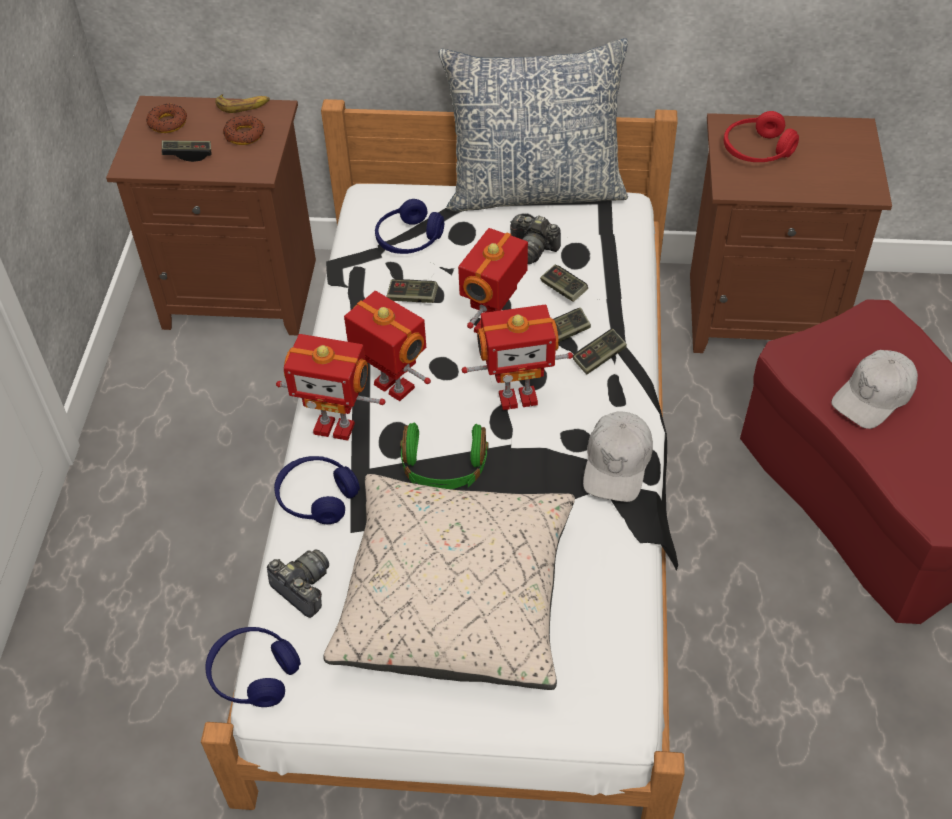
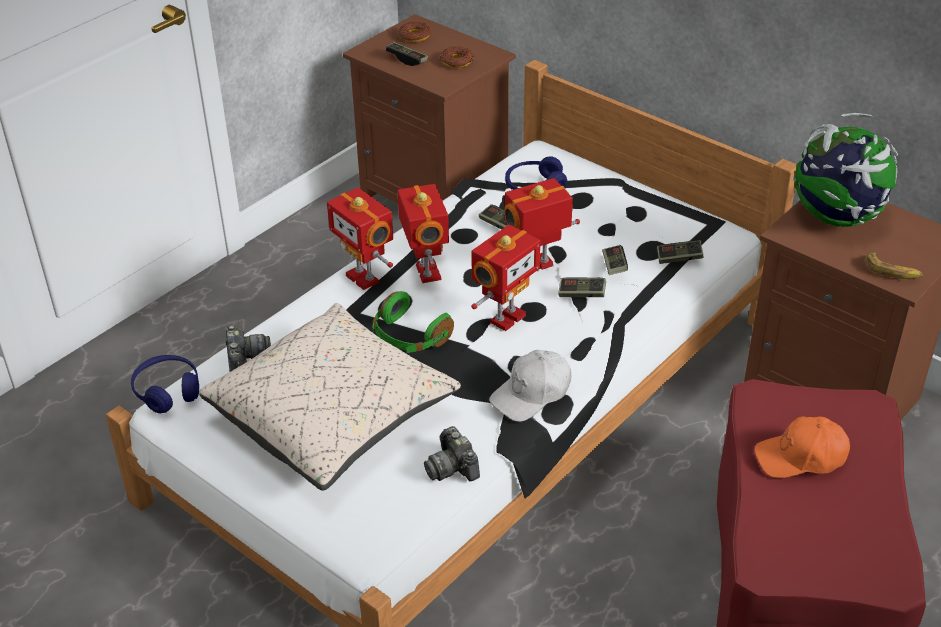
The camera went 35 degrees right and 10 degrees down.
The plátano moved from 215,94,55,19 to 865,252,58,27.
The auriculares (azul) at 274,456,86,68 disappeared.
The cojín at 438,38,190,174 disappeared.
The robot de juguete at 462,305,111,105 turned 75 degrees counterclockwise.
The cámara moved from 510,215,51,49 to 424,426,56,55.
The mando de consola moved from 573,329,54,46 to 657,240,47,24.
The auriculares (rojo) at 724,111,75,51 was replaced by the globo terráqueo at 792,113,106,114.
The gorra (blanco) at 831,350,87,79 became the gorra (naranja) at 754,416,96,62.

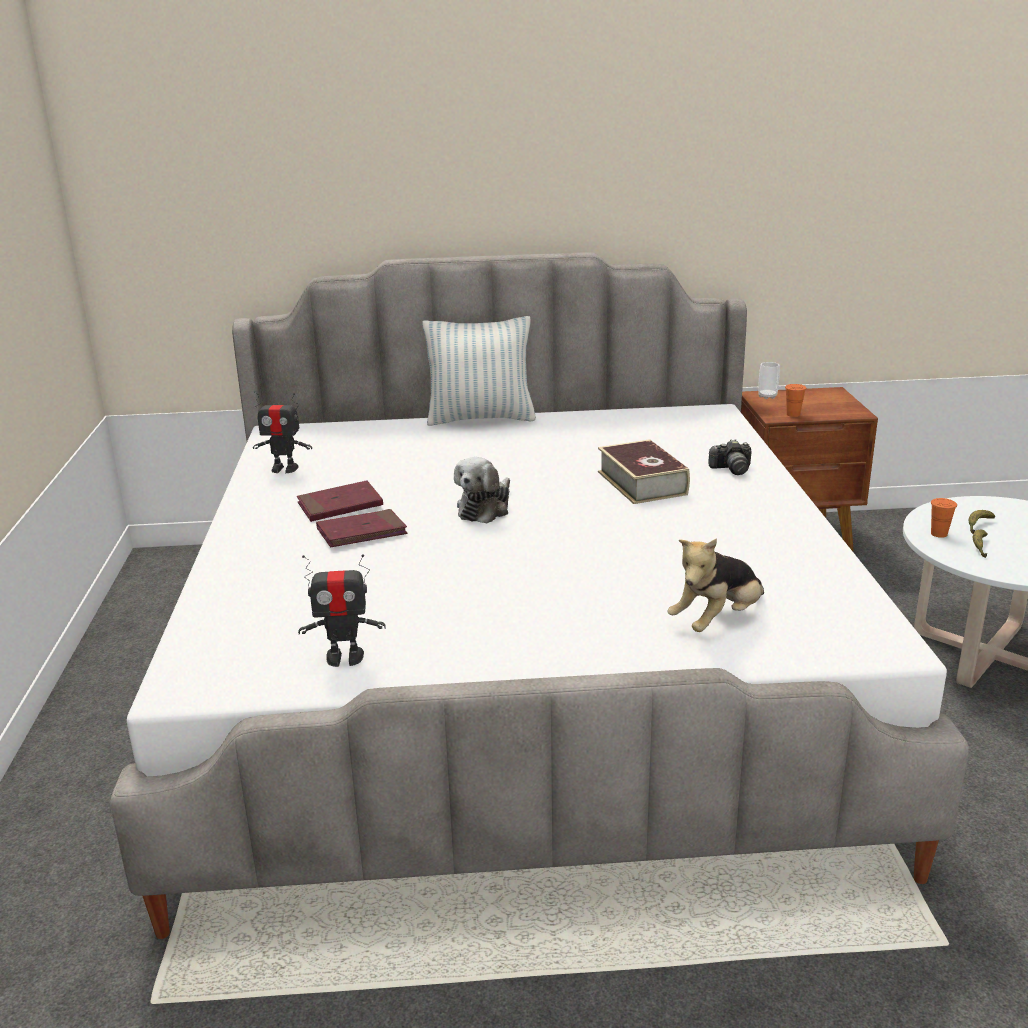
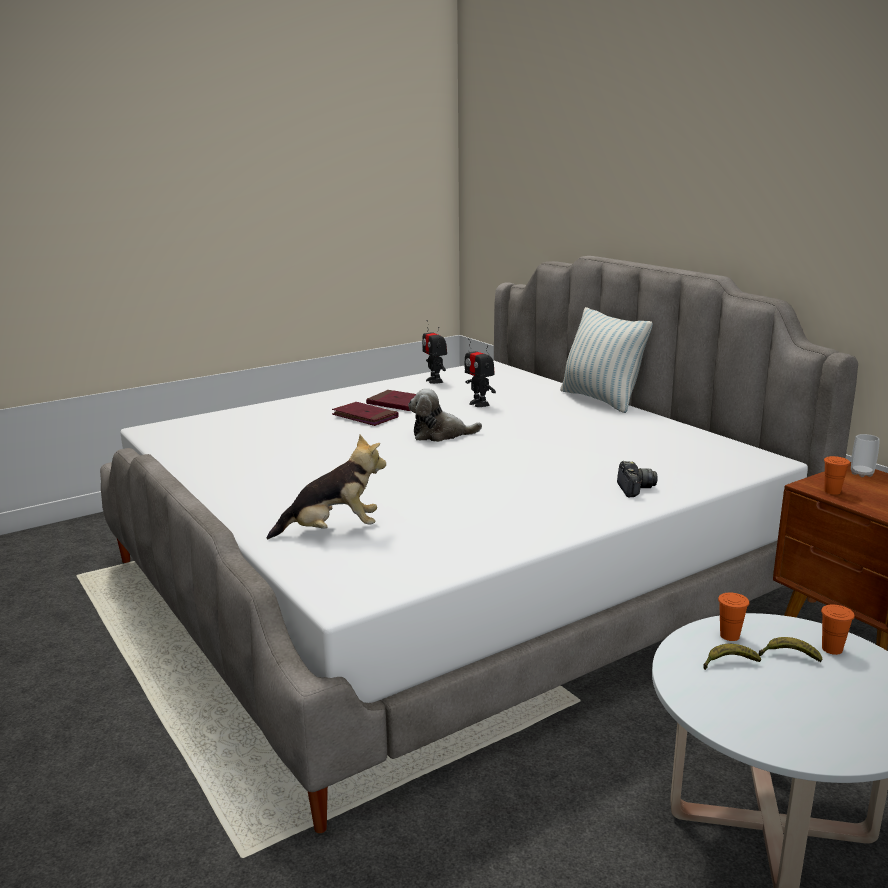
The camera went 60 degrees right and 5 degrees down.
The robot de juguete moved from 298,554,88,113 to 465,338,31,69.
The libro at 598,439,92,65 disappeared.
The peluche at 667,538,97,94 turned 150 degrees clockwise.
The cámara at 708,439,43,36 turned 150 degrees counterclockwise.
The taza (naranja) at 821,605,34,50 appeared.

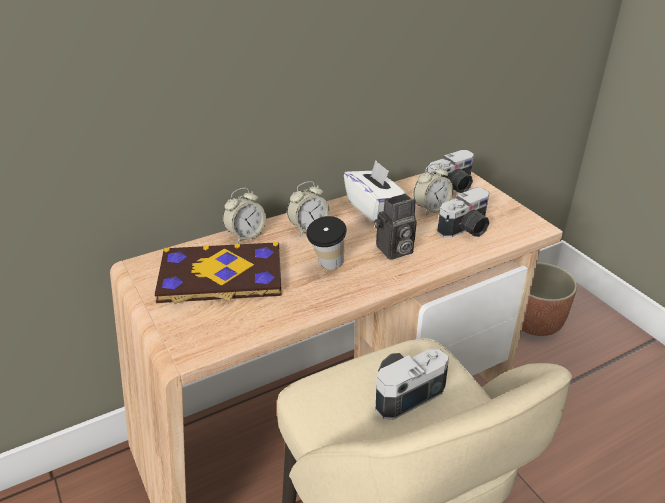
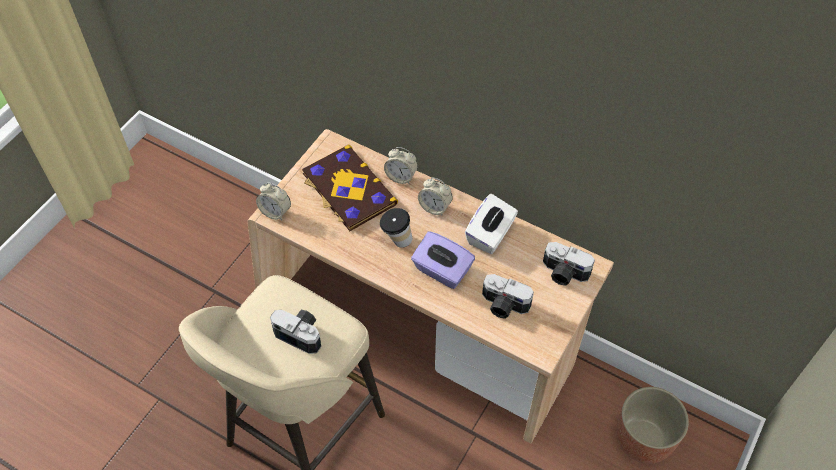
The camera went 60 degrees right and 20 degrees up.
The cámara at 374,194,43,66 was replaced by the caja de pañuelos (morado) at 411,231,64,58.
The despertador moved from 413,163,40,52 to 256,182,35,38.

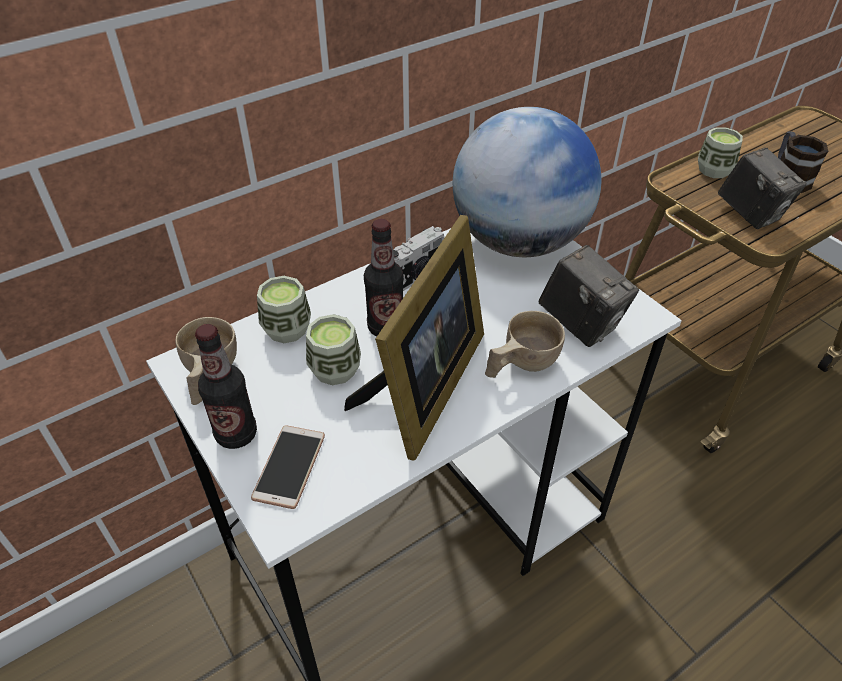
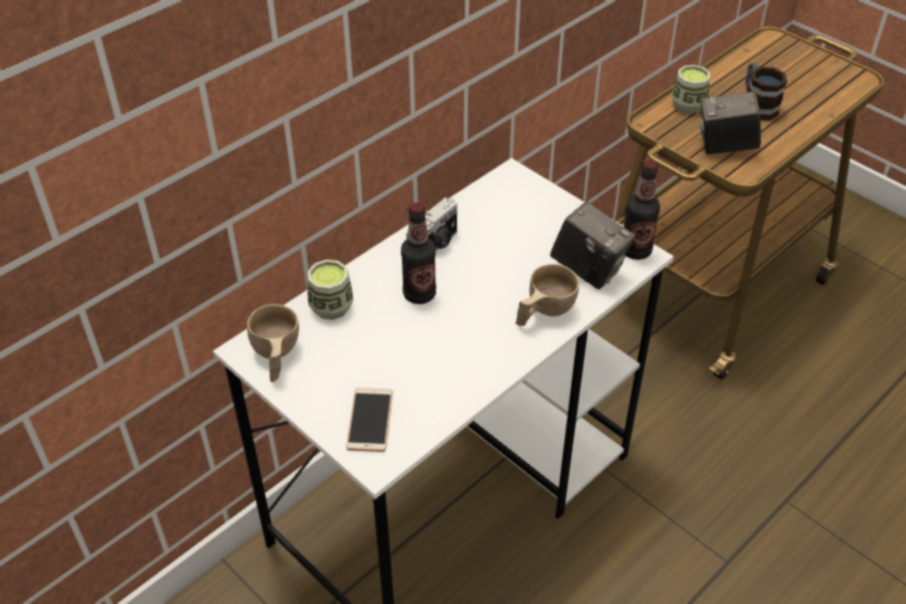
The camera went 10 degrees left and 0 degrees up.
The botella moved from 195,324,62,125 to 624,160,36,100.
The taza at 306,314,55,71 disappeared.
The portarretratos at 344,215,140,246 disappeared.
The globo terráqueo at 453,107,148,150 disappeared.
The cámara at 718,148,89,81 turned 135 degrees clockwise.

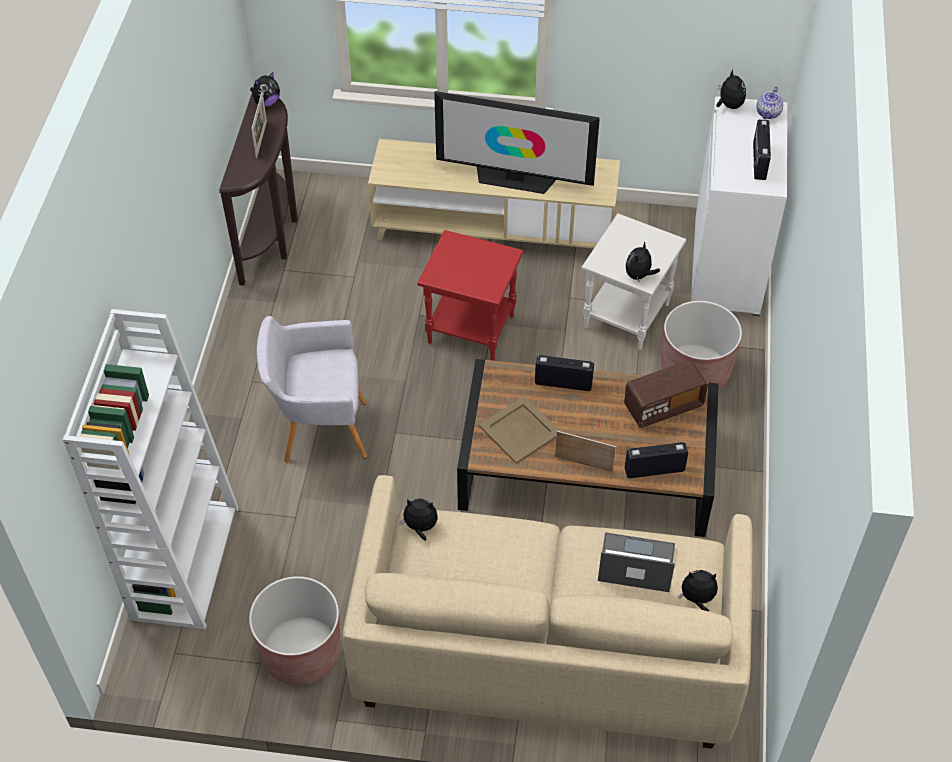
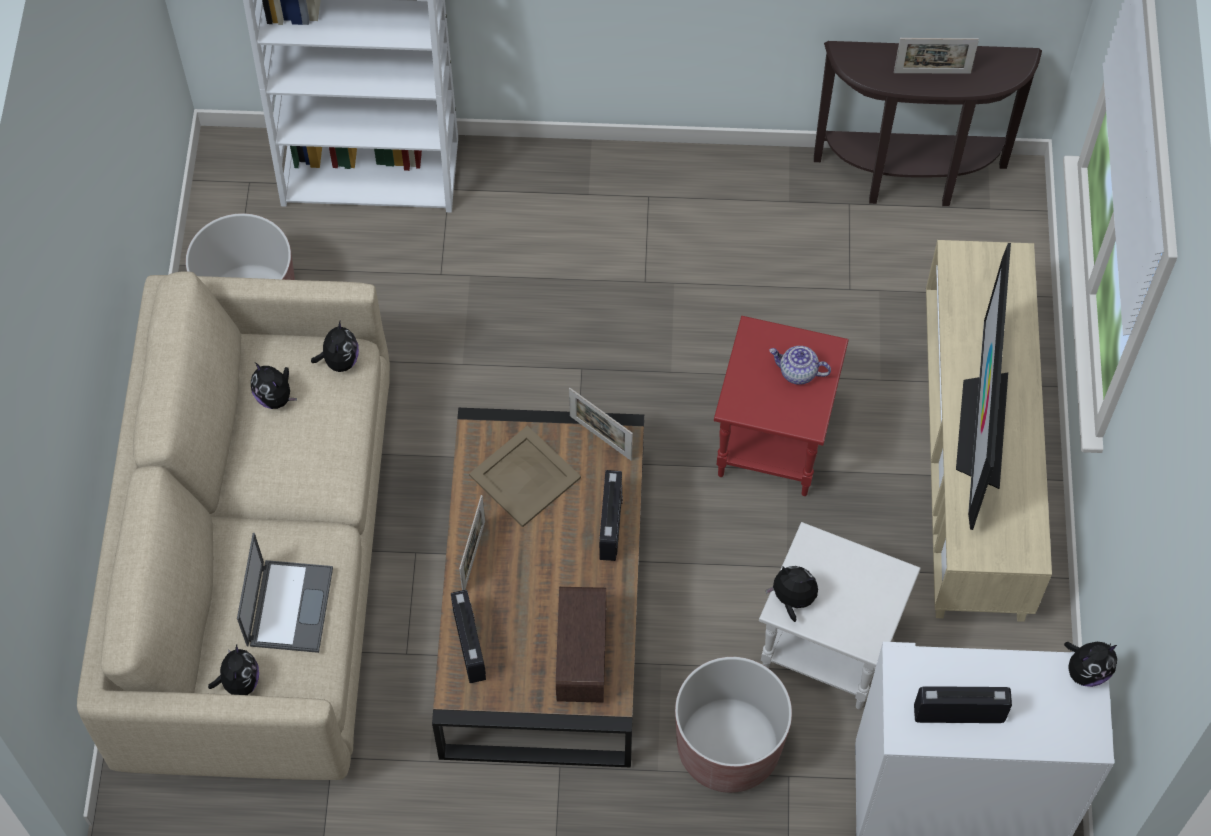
The camera went 85 degrees right and 10 degrees up.
The peluche moved from 250,72,30,35 to 251,362,46,47.
The sillón (gris) at 257,316,110,146 disappeared.
The radio at 624,360,84,68 turned 150 degrees counterclockwise.
The tetera moved from 756,86,27,33 to 769,346,62,39.
The portarretratos at 569,388,64,73 appeared.

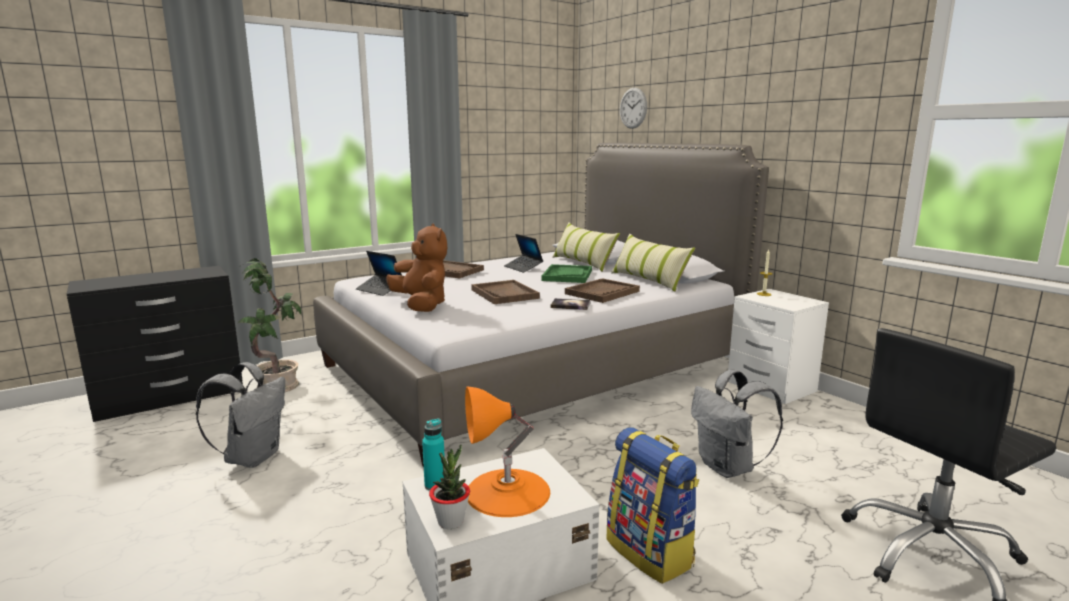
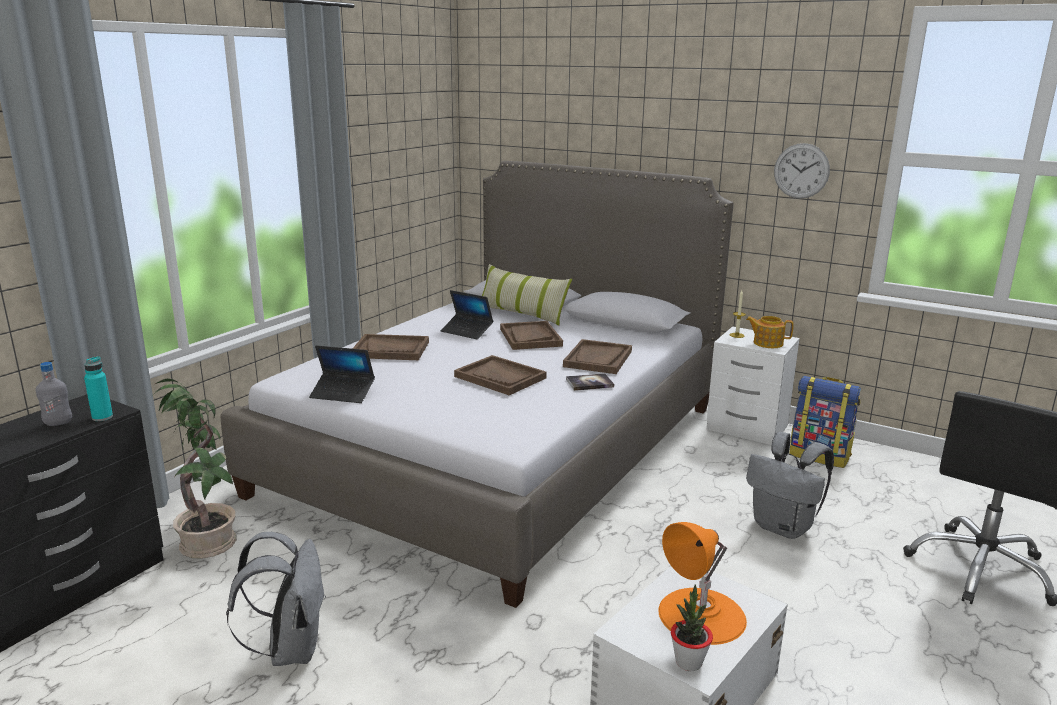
The camera went 25 degrees left and 5 degrees up.
The peluche (marrón) at 386,223,61,89 disappeared.
The botella (turquesa) moved from 422,419,23,72 to 84,356,29,65.
The bandeja (verde) at 542,264,50,19 became the bandeja (marrón) at 500,321,63,29.
The mochila moved from 606,427,93,157 to 789,376,72,92.
The cojín at 611,234,84,58 disappeared.
The reloj de pared moved from 620,88,27,41 to 774,143,56,56.
The botella (gris) at 35,362,37,64 appeared.
The tetera at 746,316,48,32 appeared.

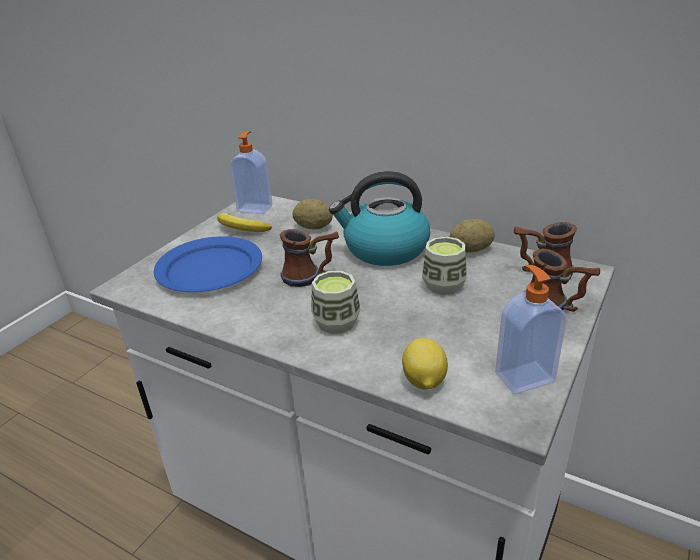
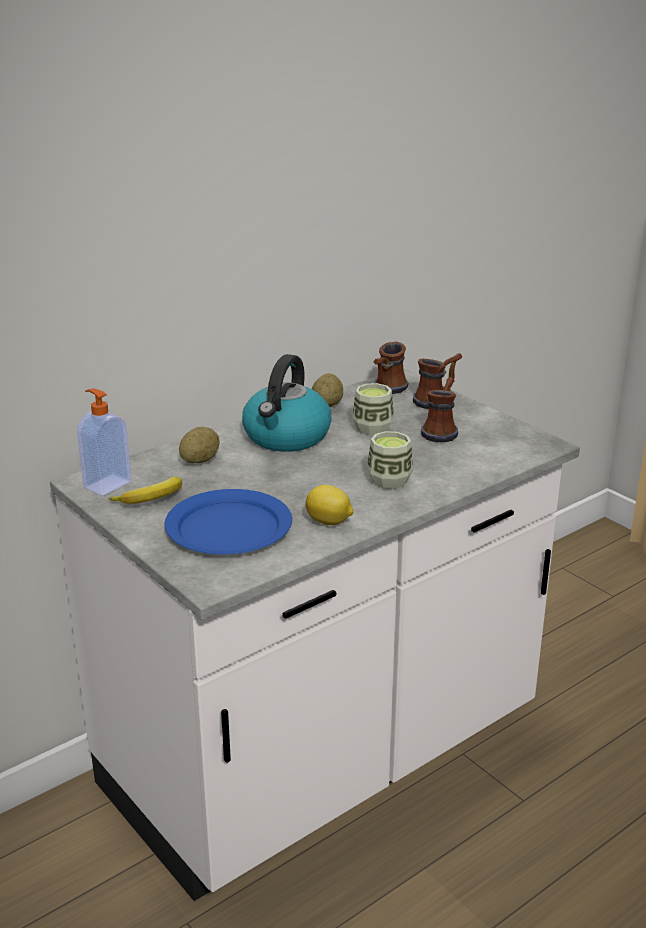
The camera went 70 degrees left and 5 degrees down.
The taza grande moved from 280,229,59,58 to 421,377,37,65.
The limón moved from 402,338,46,51 to 306,485,48,40.
The dispensador de jabón at 495,265,72,129 disappeared.

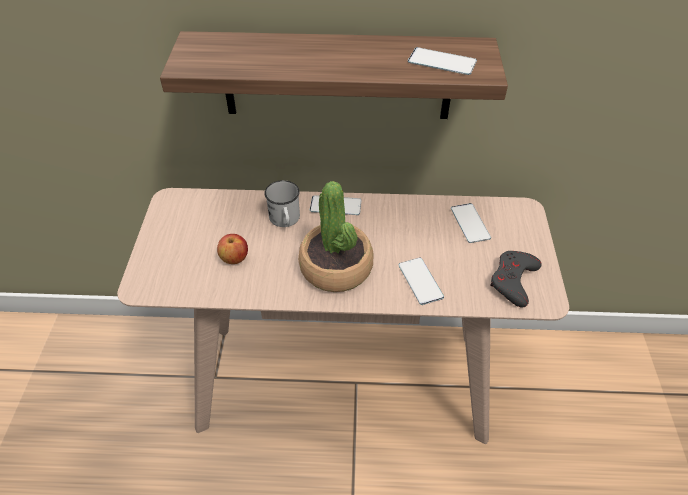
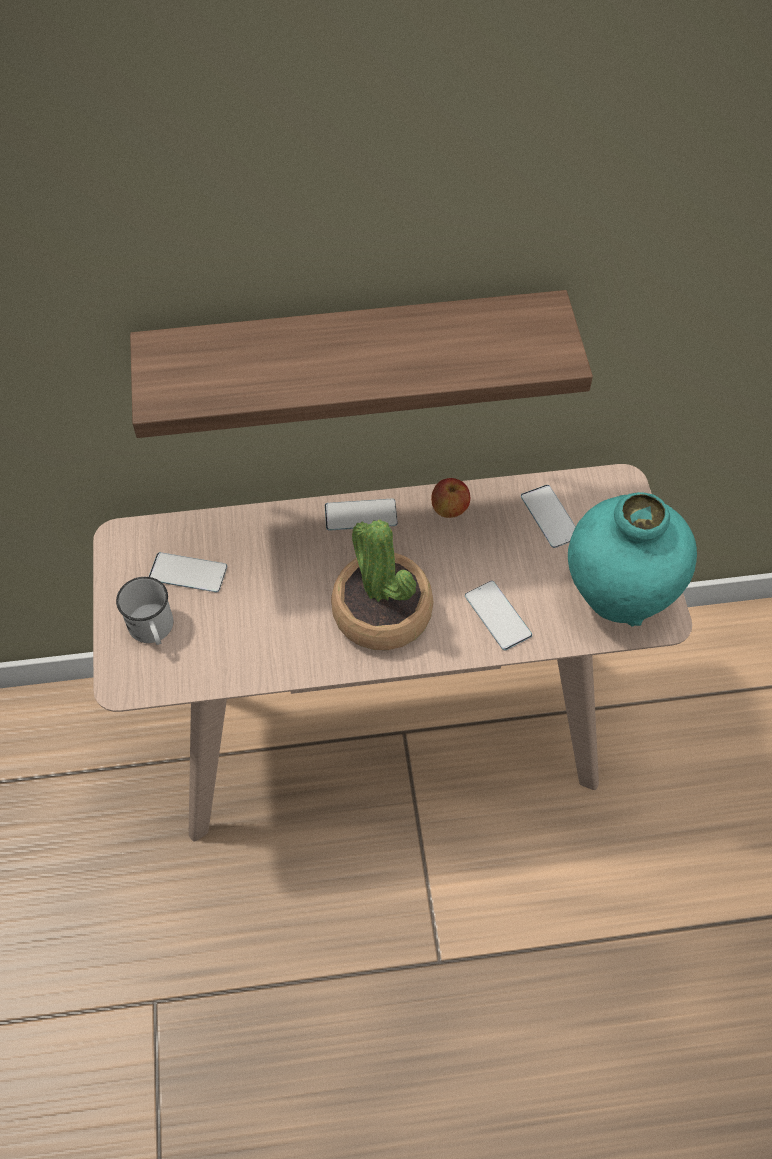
The camera went 10 degrees left and 10 degrees up.
The manzana moved from 217,234,31,30 to 431,478,39,40.
The taza grande (blanco) moved from 264,180,36,47 to 116,577,57,68.
The móvil moved from 408,47,69,28 to 149,552,78,40.
The mando de consola (gris) at 490,251,52,56 was replaced by the florero (turquesa) at 568,492,129,135.

